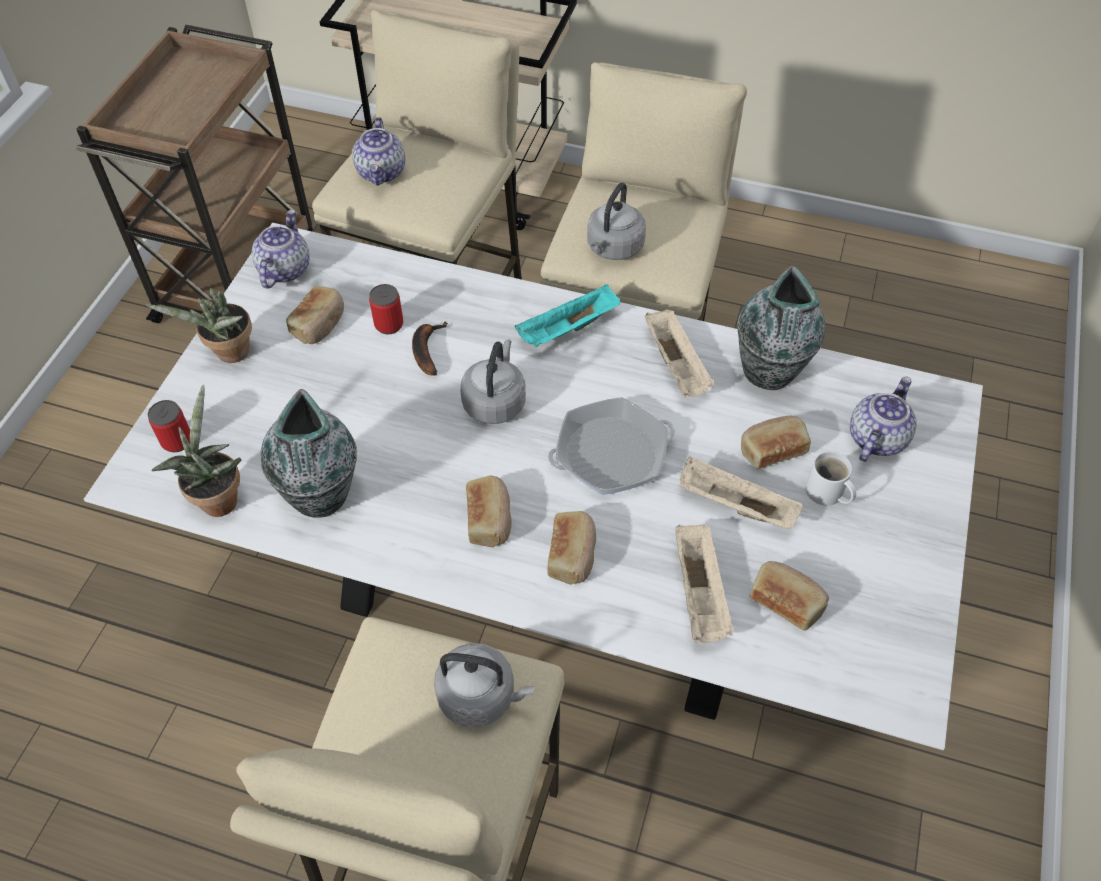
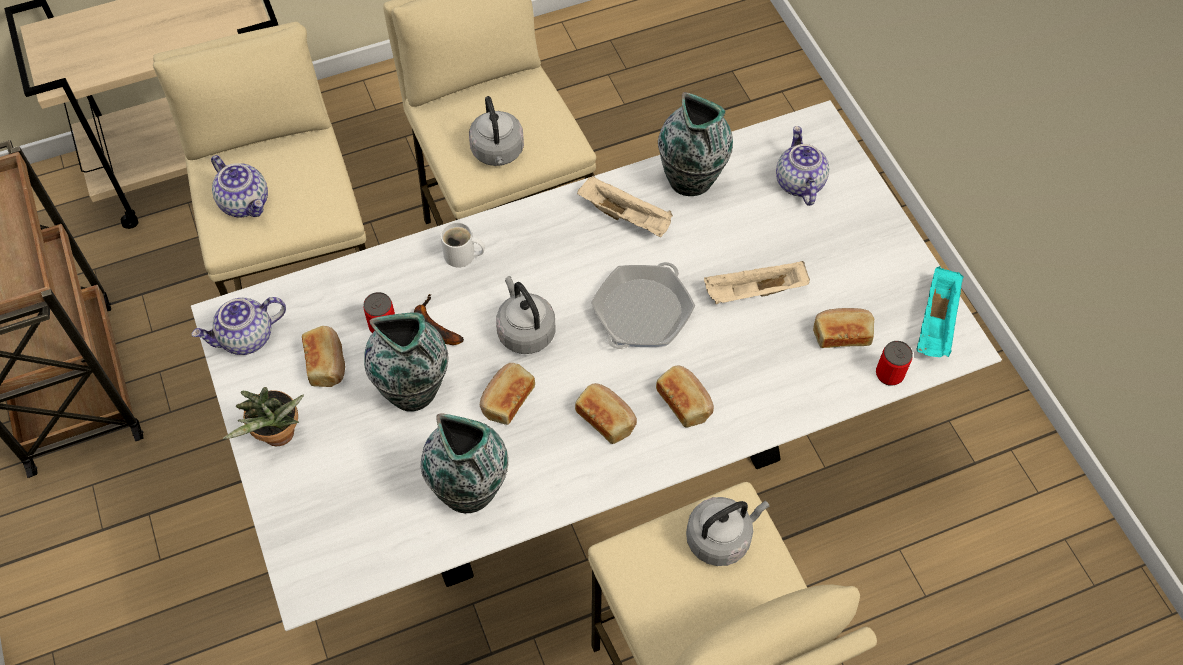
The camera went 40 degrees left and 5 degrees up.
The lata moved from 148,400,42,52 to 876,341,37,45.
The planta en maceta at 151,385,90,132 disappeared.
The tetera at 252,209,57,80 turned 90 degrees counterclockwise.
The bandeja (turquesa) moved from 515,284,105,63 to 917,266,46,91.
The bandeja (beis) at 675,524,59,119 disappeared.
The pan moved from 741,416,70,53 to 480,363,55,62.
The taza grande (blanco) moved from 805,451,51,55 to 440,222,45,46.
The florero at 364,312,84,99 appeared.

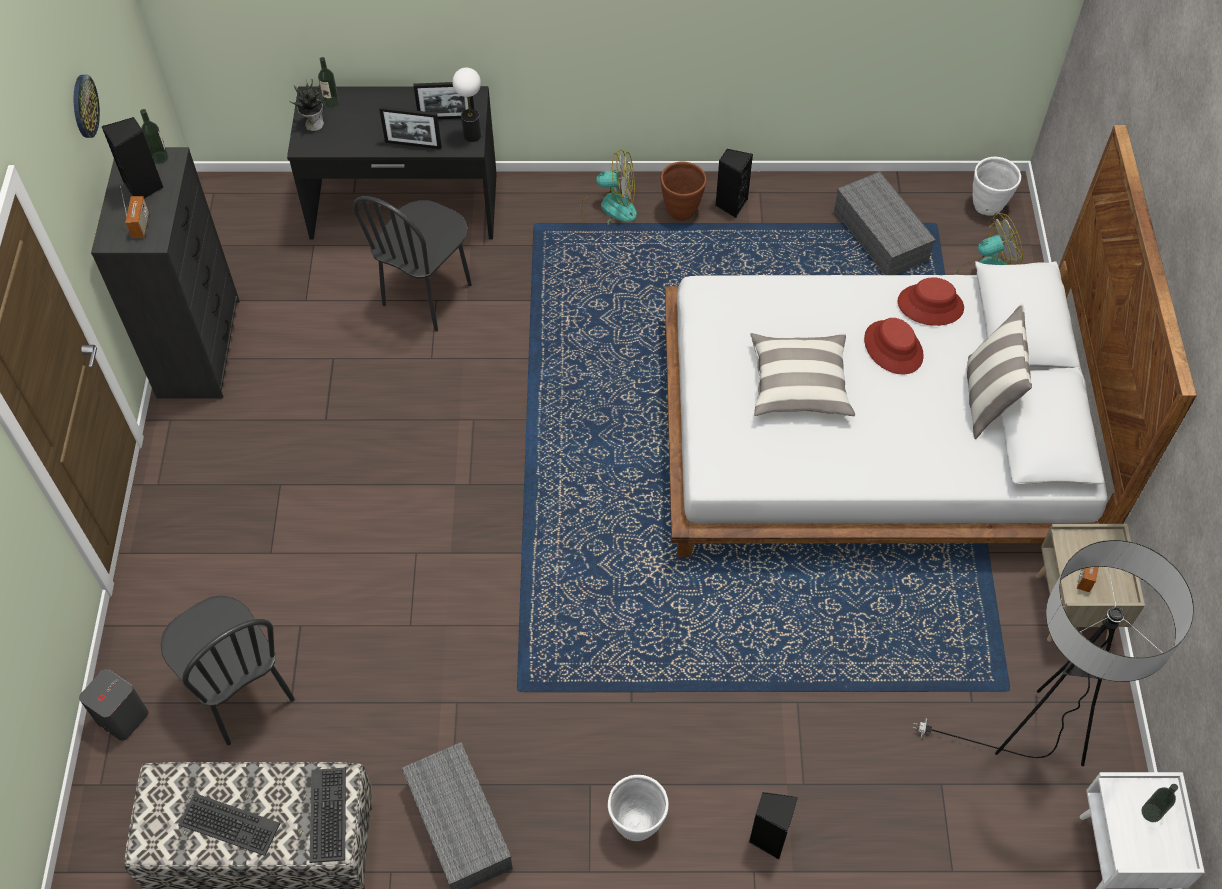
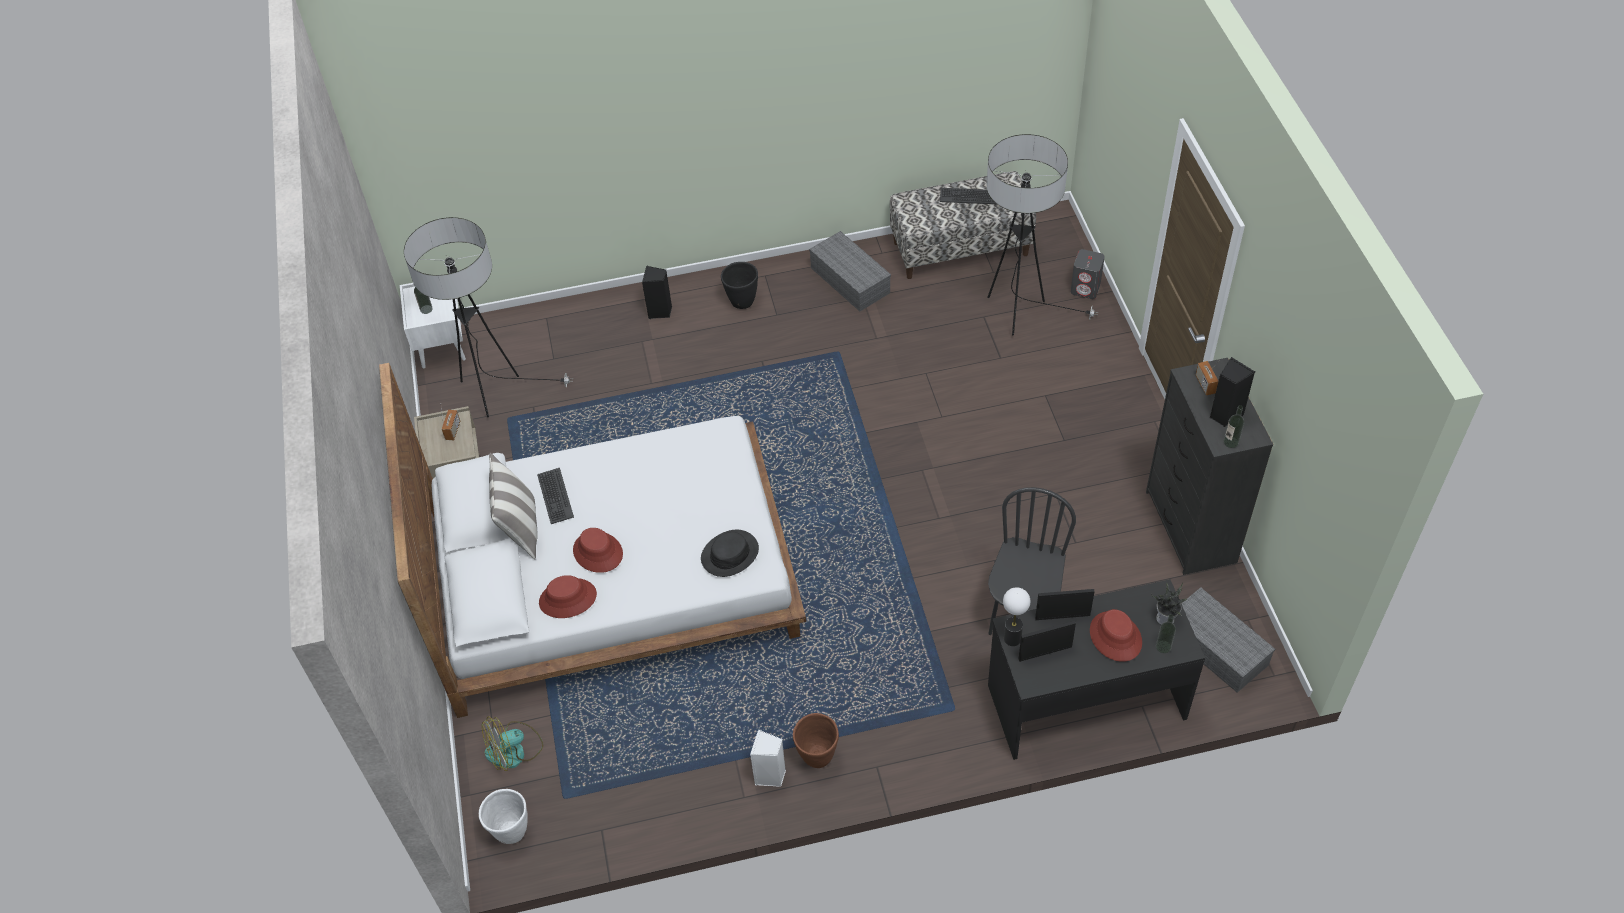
The camera went 170 degrees right and 5 degrees down.
The reloj de pared at 74,75,26,63 disappeared.
The silla (negro) at 161,595,134,150 was replaced by the lámpara de pie at 987,134,111,201.
The teclado moved from 310,767,36,96 to 537,468,37,56.
The ventilador at 581,149,56,76 disappeared.
The maceta (blanco) at 608,775,61,66 became the maceta (negro) at 721,262,37,47.
The altavoz (negro) at 715,148,38,70 became the altavoz (blanco) at 750,729,36,58.
The cojín at 750,333,105,83 disappeared.
The caja de almacenaje (gris) moved from 834,172,102,103 to 1181,587,94,106.
The sombrero (negro) at 701,530,58,47 appeared.
The sombrero (rojo) at 1090,609,52,53 appeared.

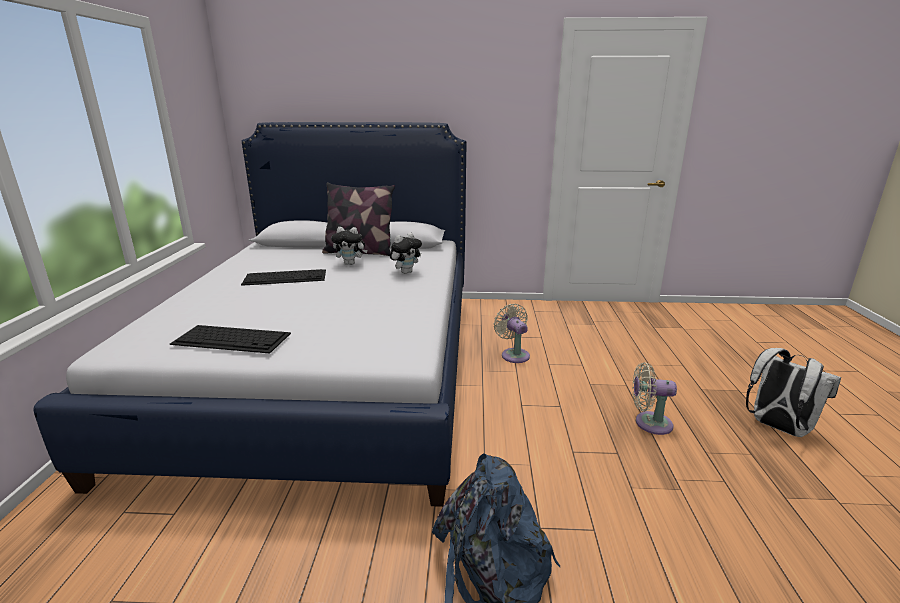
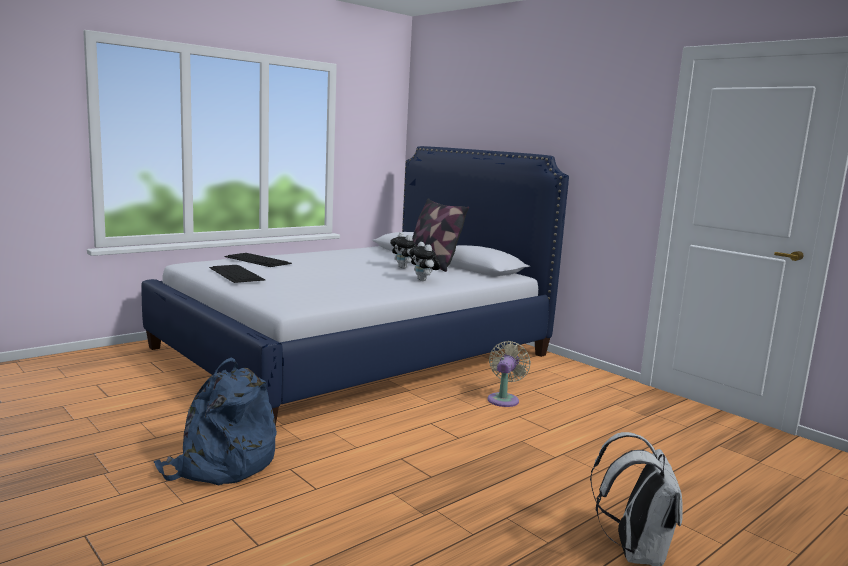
The camera went 45 degrees right and 10 degrees down.
The teclado moved from 241,269,85,17 to 224,253,68,14.
The peluche at 389,233,33,41 turned 60 degrees clockwise.
The ventilador (beis) at 633,362,44,73 disappeared.

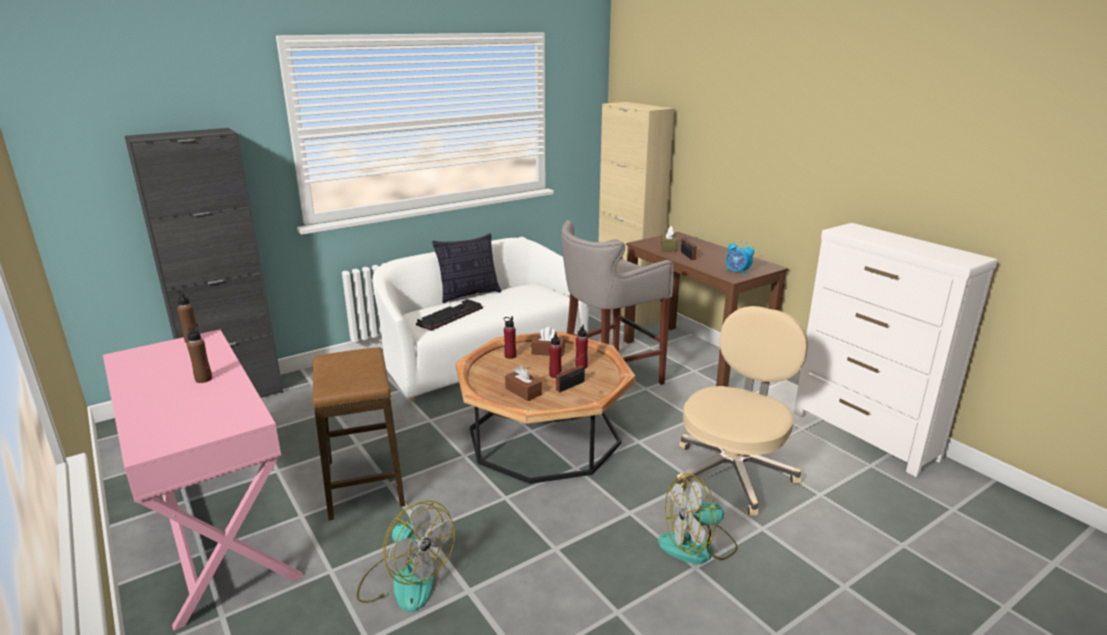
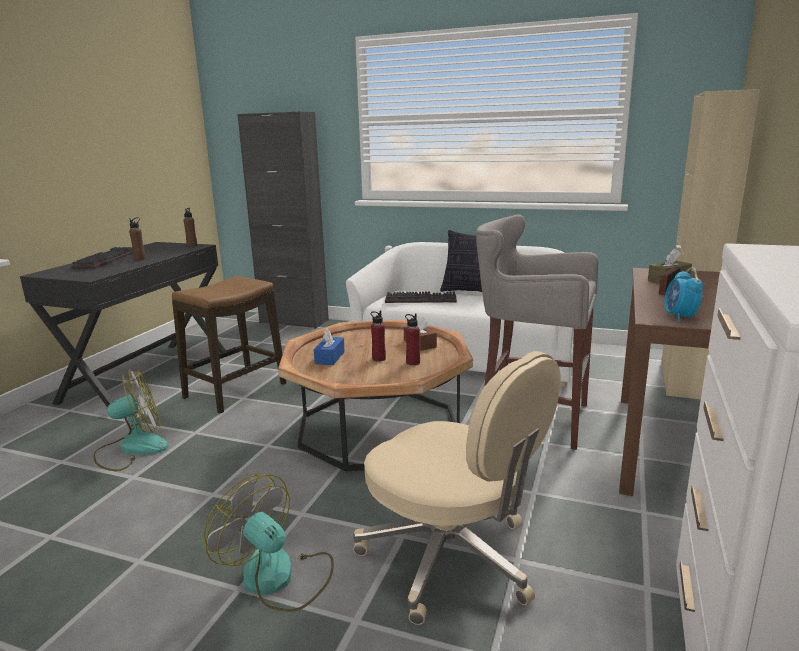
The camera went 55 degrees right and 5 degrees down.
The escritorio (rosa) at 103,329,201,302 became the escritorio (negro) at 20,242,206,165.
The ventilador at 357,500,98,112 turned 120 degrees counterclockwise.
The botella (rojo) at 504,316,12,43 disappeared.
The caja de pañuelos (marrón) at 505,365,37,36 became the caja de pañuelos (azul) at 314,328,31,37.
The radio at 556,353,29,39 disappeared.
The silla de oficina (beis) at 676,306,132,210 turned 45 degrees clockwise.
The teclado at 71,247,62,22 appeared.

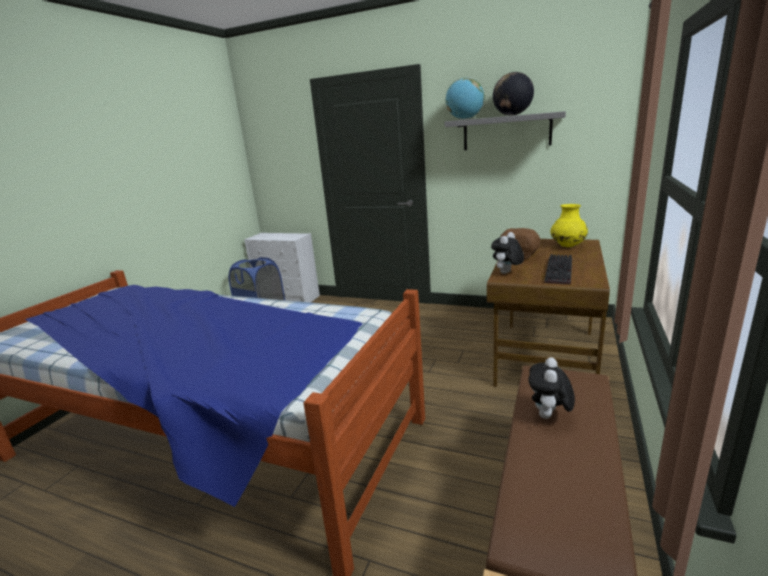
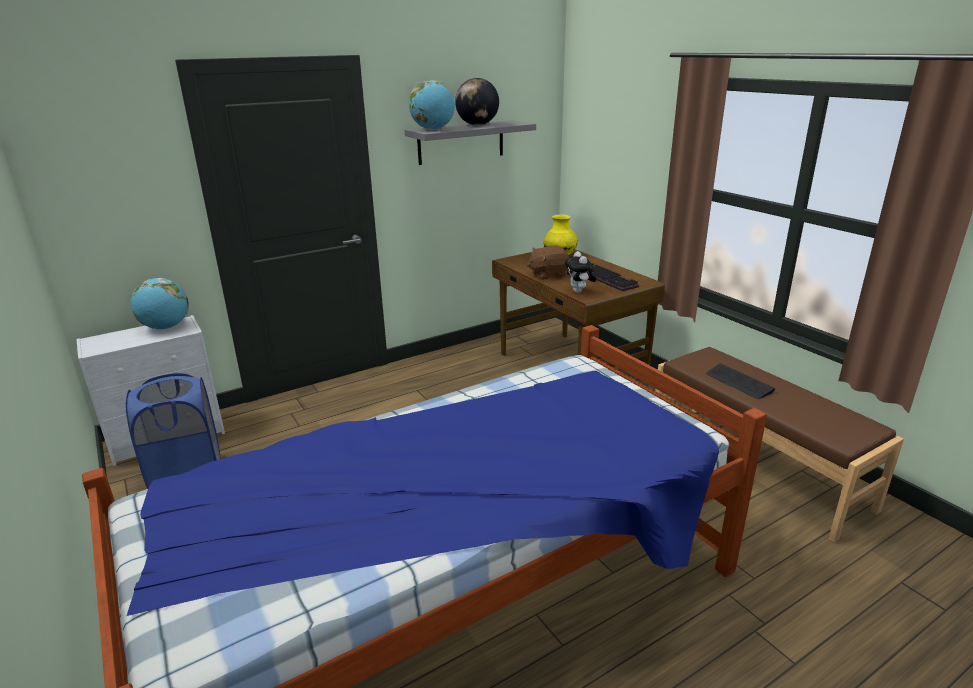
The camera went 55 degrees left and 5 degrees up.
The peluche at 528,357,47,62 was replaced by the teclado at 706,363,70,36.
The globo terráqueo at 131,278,58,51 appeared.

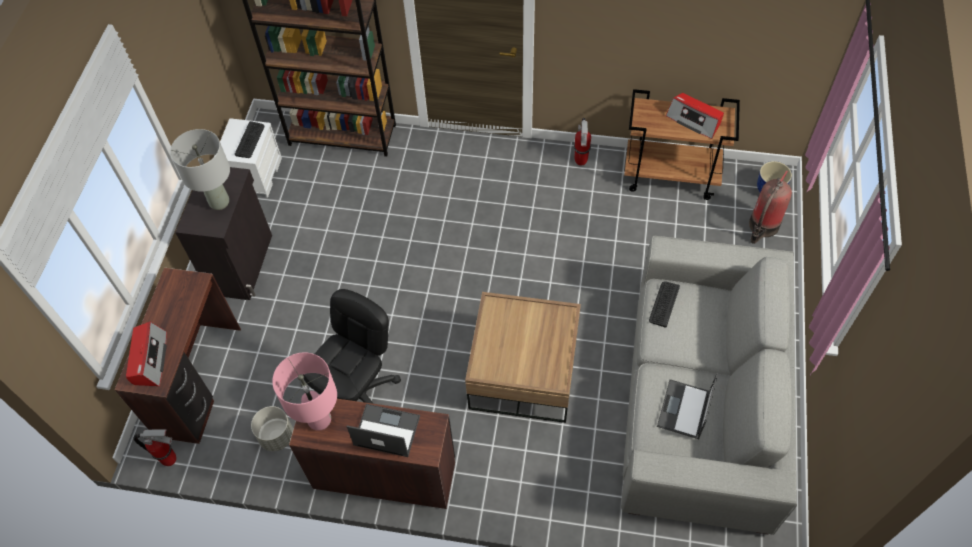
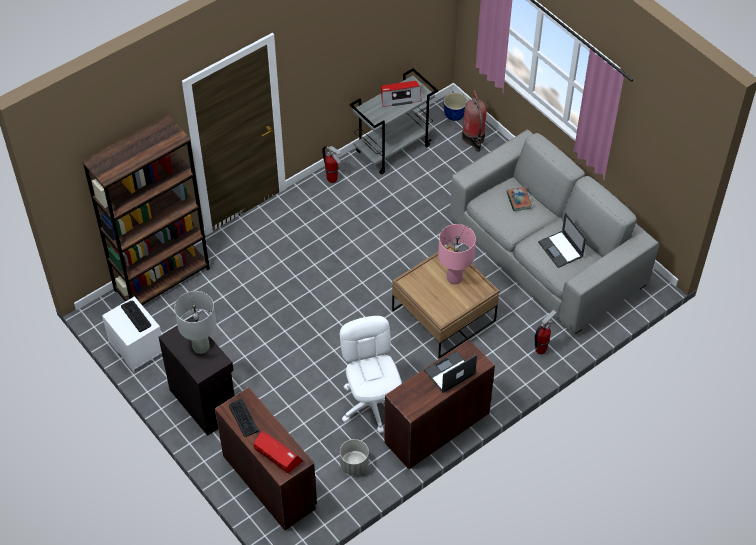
The camera went 50 degrees left and 5 degrees down.
The extintor moved from 134,429,43,37 to 535,309,22,45.
The lámpara de mesa (rosa) moved from 272,352,65,79 to 438,224,38,60.
The silla de oficina (negro) at 303,289,98,115 became the silla de oficina (blanco) at 340,316,62,117.
The carrito (marrón) at 624,89,116,111 became the carrito (gris) at 350,68,88,106.
The teclado moved from 649,281,31,47 to 229,398,29,39.
The libro at 506,187,26,24 appeared.

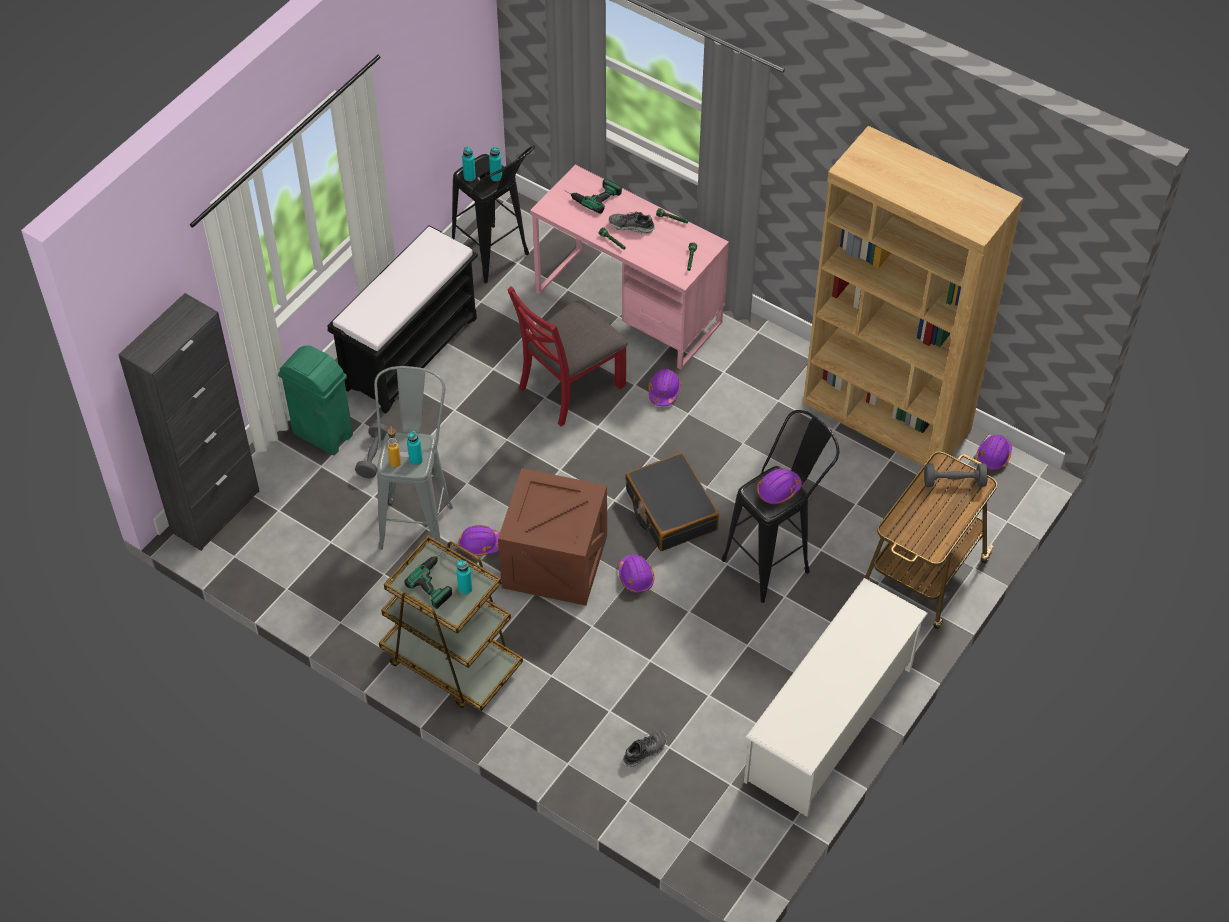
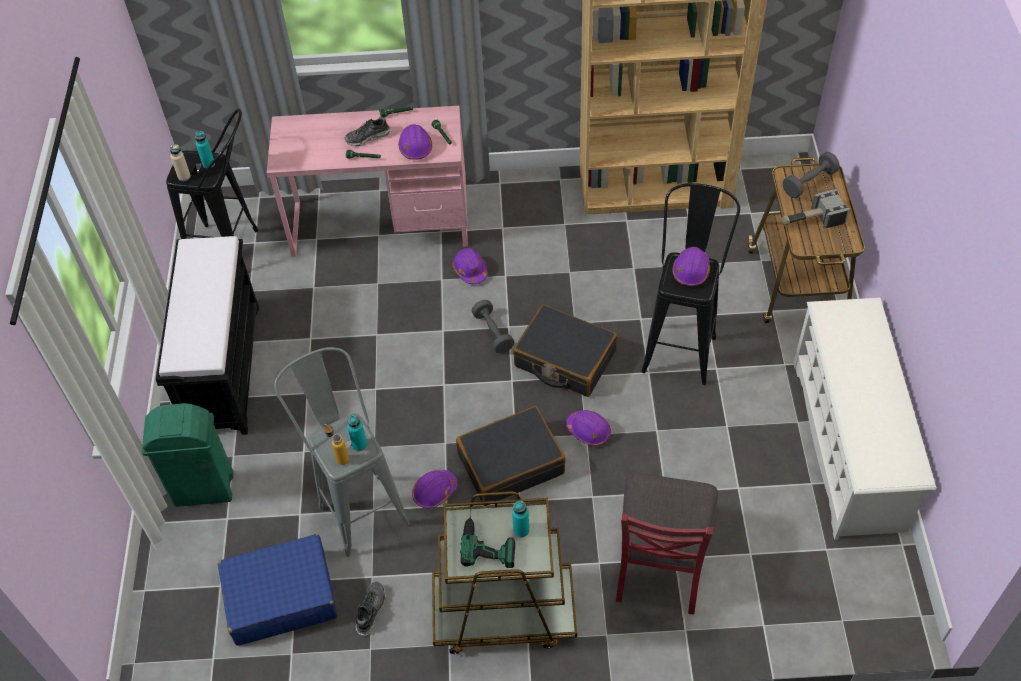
The camera went 35 degrees left and 0 degrees up.
The armario (negro) at 118,293,142,258 disappeared.
The mancuerna (gris) moved from 355,423,34,55 to 472,300,42,53.
The botella (turquesa) at 462,146,14,35 became the botella (beis) at 170,144,21,37.
The caja de embalaje at 498,468,109,138 was replaced by the maleta (negro) at 456,406,110,100.
The silla (rojo) moved from 508,286,119,141 to 616,473,102,142.
The taladro at 564,179,58,35 disappeared.
The zapato moved from 623,731,44,37 to 356,582,30,54.
The casco (morado) moved from 977,435,35,35 to 398,124,34,36.
The maleta (azul) at 218,534,120,112 appeared.
The martillo at 781,189,70,39 appeared.

